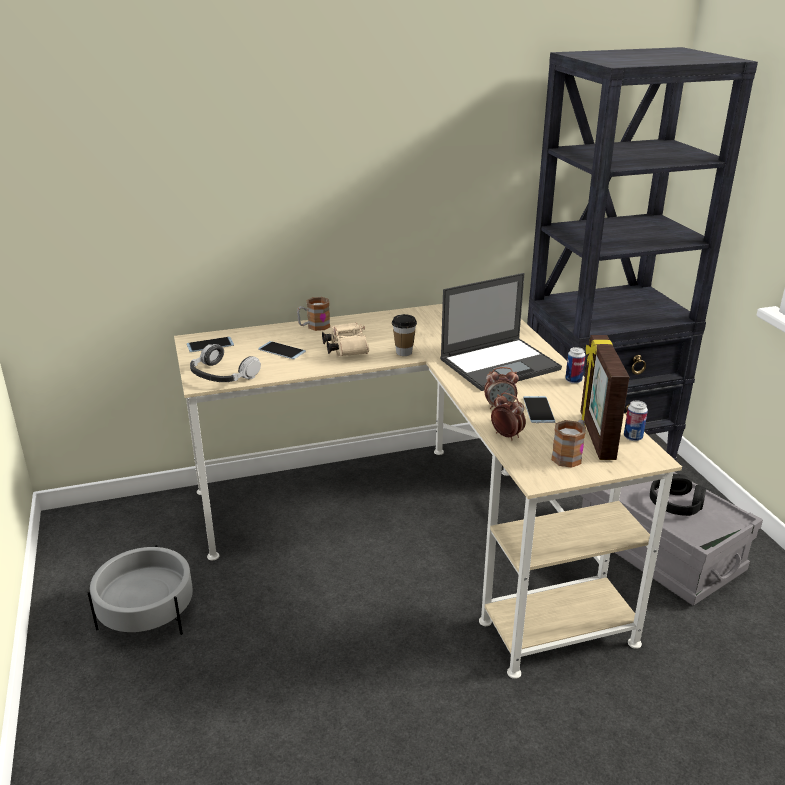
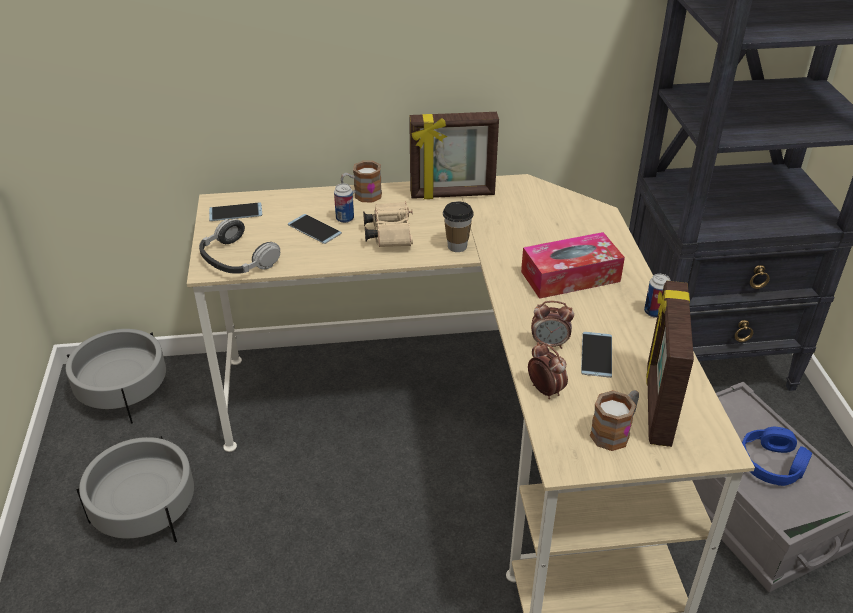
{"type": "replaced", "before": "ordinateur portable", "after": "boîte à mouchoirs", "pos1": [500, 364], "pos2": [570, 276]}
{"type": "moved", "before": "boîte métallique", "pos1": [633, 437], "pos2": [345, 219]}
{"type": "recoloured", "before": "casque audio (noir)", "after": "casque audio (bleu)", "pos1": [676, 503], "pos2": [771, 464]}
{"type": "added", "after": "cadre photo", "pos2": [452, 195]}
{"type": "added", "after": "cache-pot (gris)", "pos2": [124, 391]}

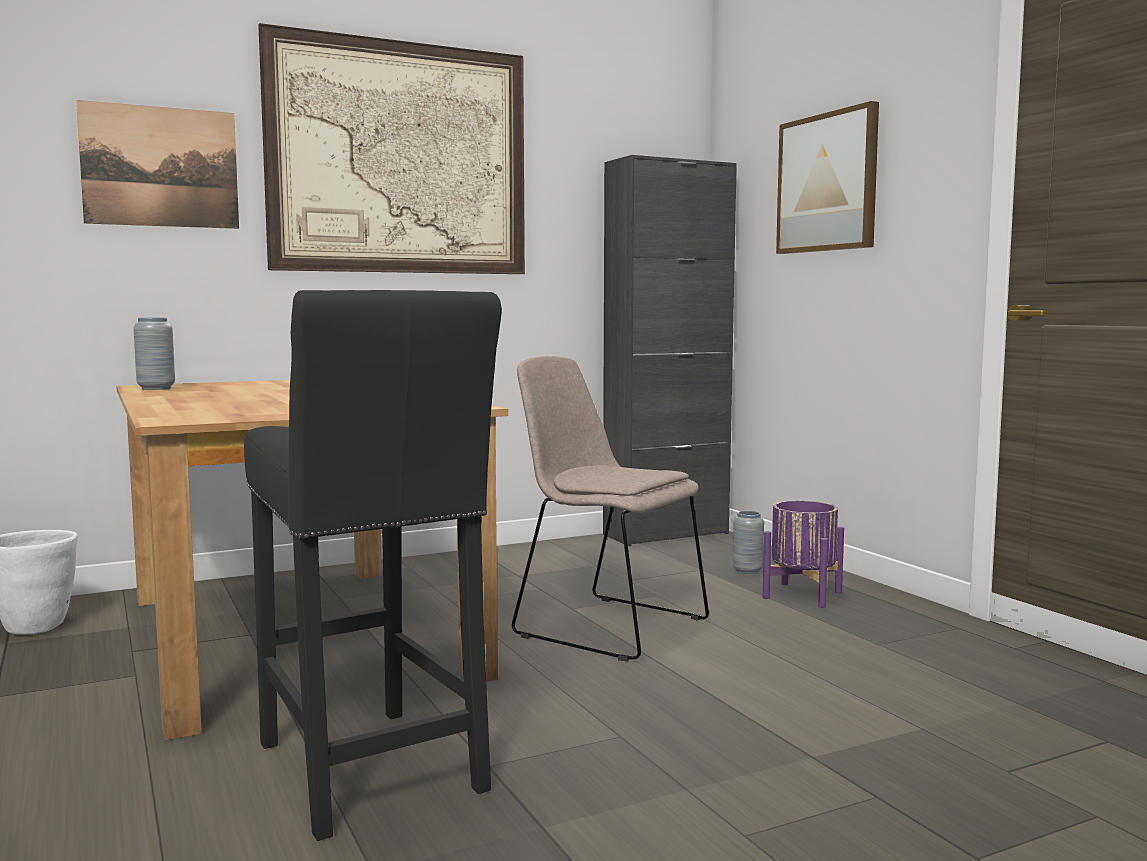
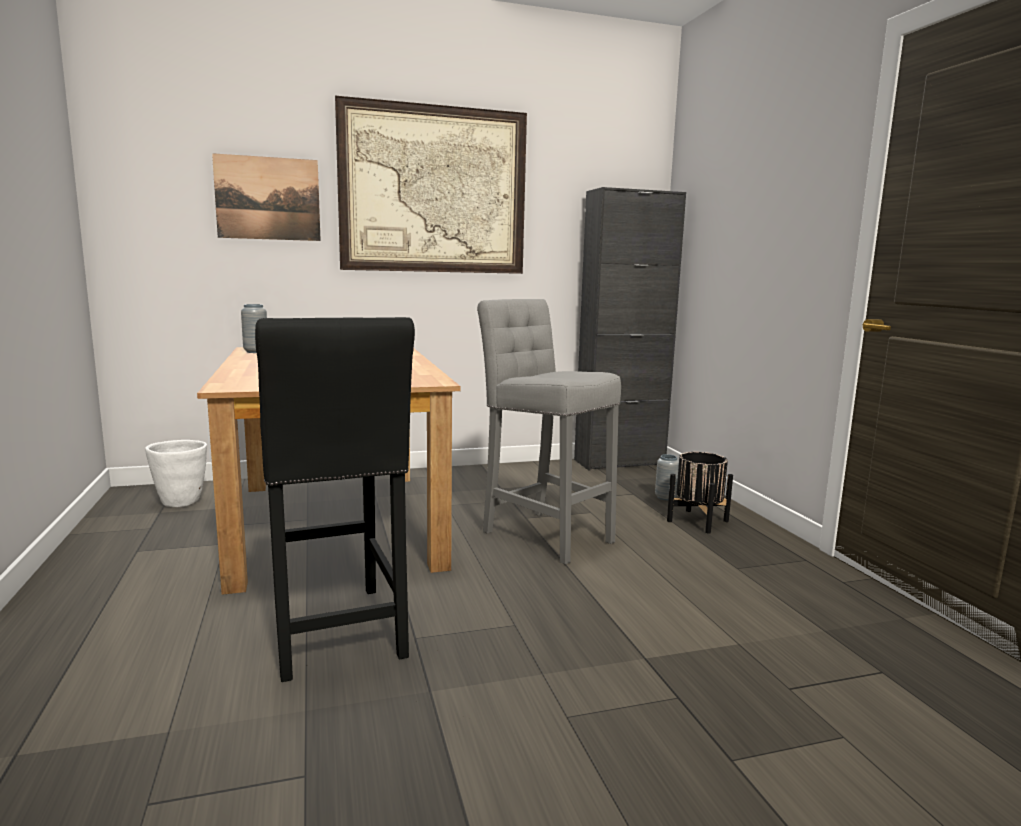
{"type": "removed", "before": "tableau", "pos1": [828, 183]}
{"type": "replaced", "before": "chaise (beige)", "after": "tabouret (gris)", "pos1": [605, 626], "pos2": [543, 534]}
{"type": "recoloured", "before": "cache-pot (violet)", "after": "cache-pot (noir)", "pos1": [802, 595], "pos2": [697, 521]}

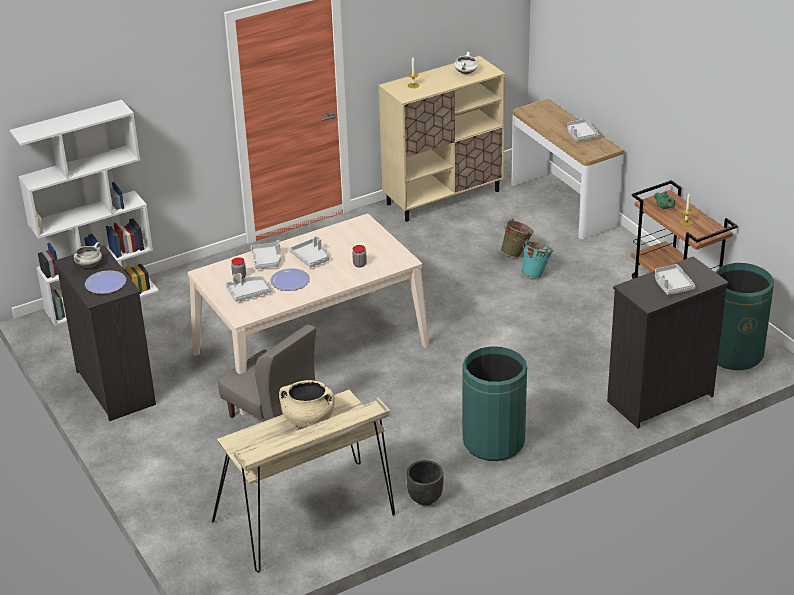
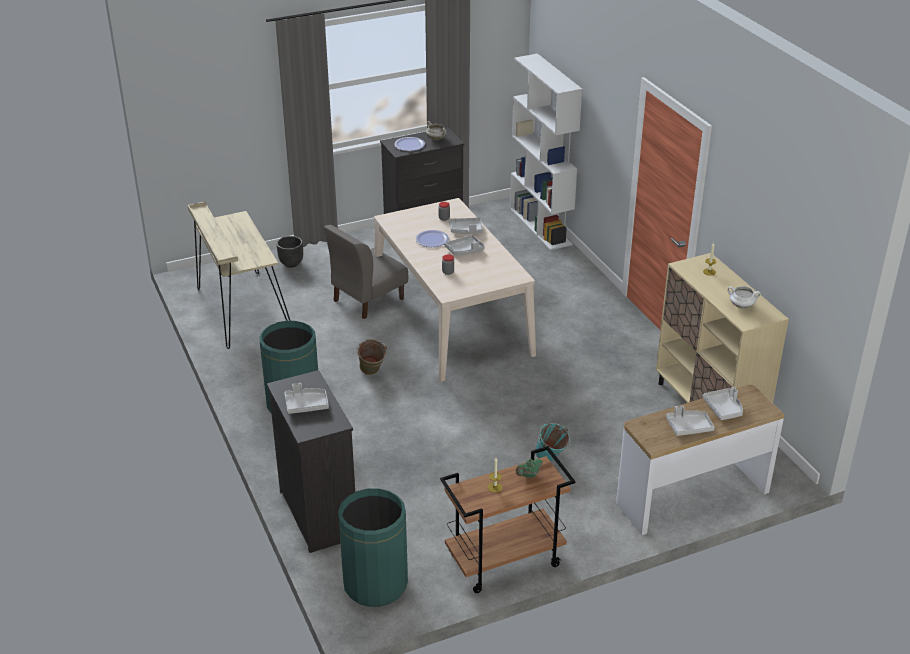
{"type": "moved", "before": "seau (vert)", "pos1": [517, 253], "pos2": [372, 373]}
{"type": "moved", "before": "plateau (gris)", "pos1": [248, 292], "pos2": [724, 408]}
{"type": "removed", "before": "marmite (beige)", "pos1": [308, 420]}
{"type": "moved", "before": "cache-pot (noir)", "pos1": [425, 499], "pos2": [291, 263]}

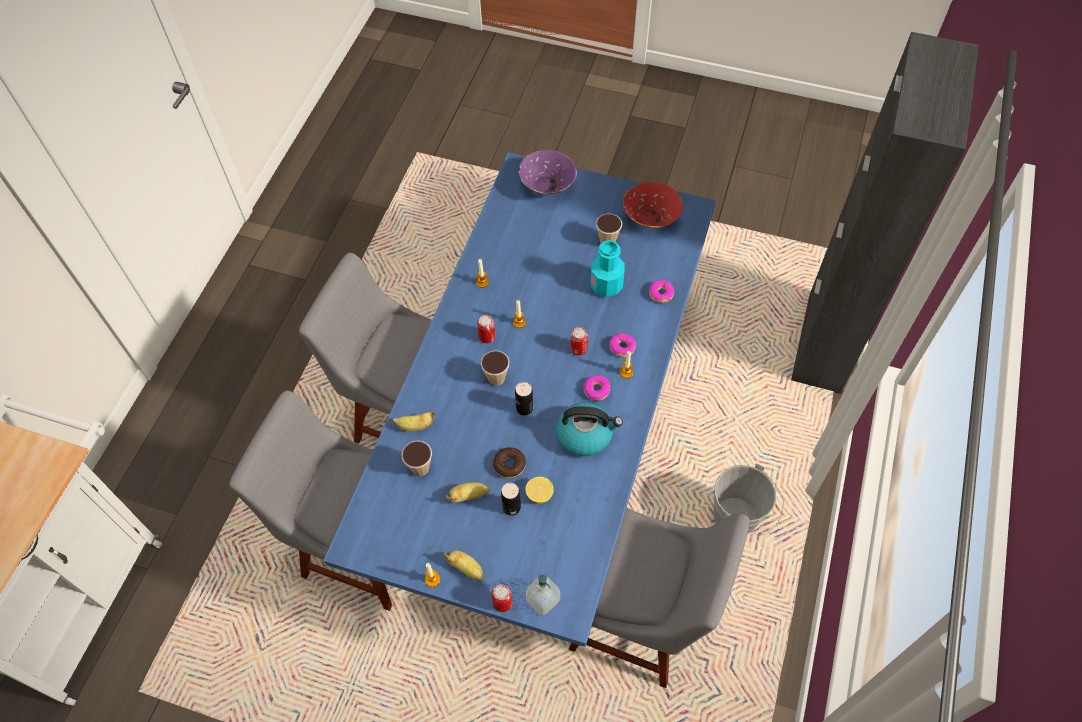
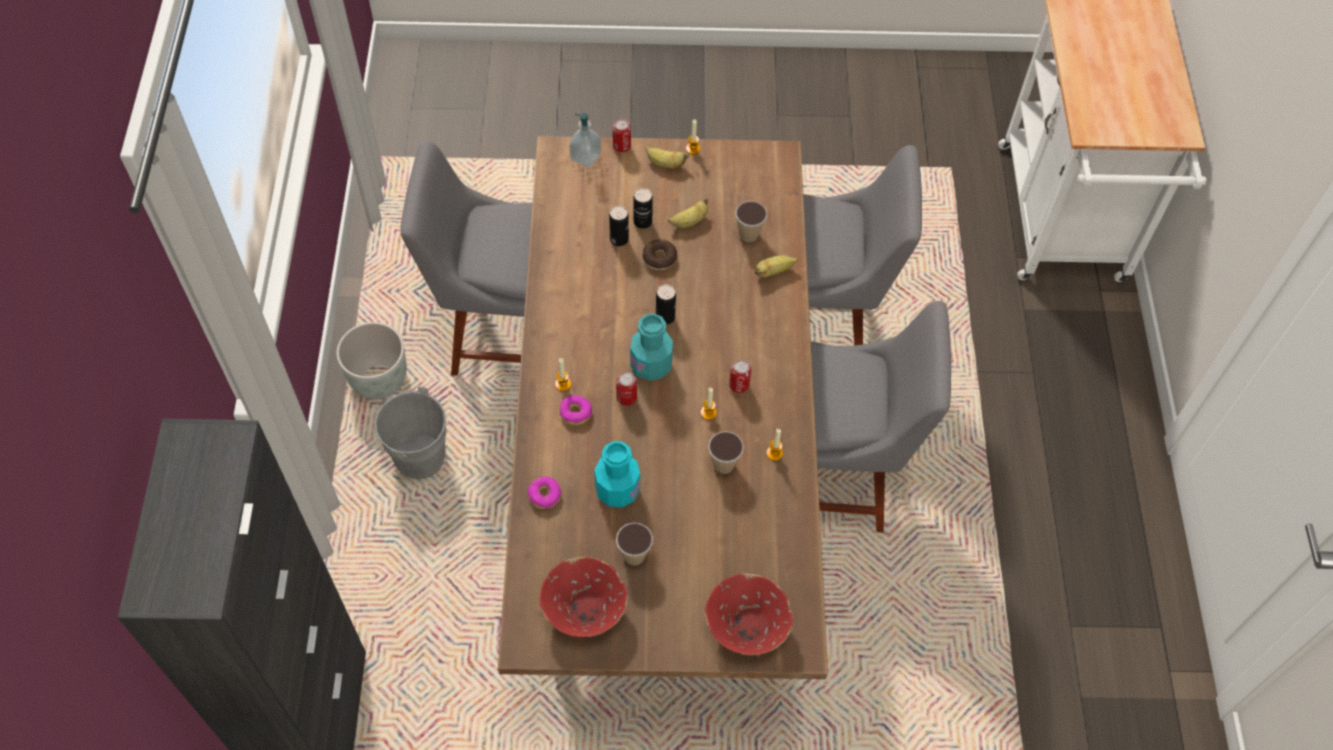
{"type": "recoloured", "before": "bol (violet)", "after": "bol (rouge)", "pos1": [547, 186], "pos2": [747, 626]}
{"type": "recoloured", "before": "table à manger (bleu)", "after": "table à manger (marron)", "pos1": [543, 449], "pos2": [661, 479]}
{"type": "moved", "before": "tasse", "pos1": [496, 378], "pos2": [724, 464]}
{"type": "removed", "before": "beignet", "pos1": [596, 390]}
{"type": "removed", "before": "bouilloire", "pos1": [585, 434]}
{"type": "replaced", "before": "citron", "after": "boîte métallique", "pos1": [539, 494], "pos2": [619, 239]}
{"type": "added", "after": "bouteille (turquoise)", "pos2": [651, 365]}
{"type": "added", "after": "cache-pot (gris)", "pos2": [379, 380]}

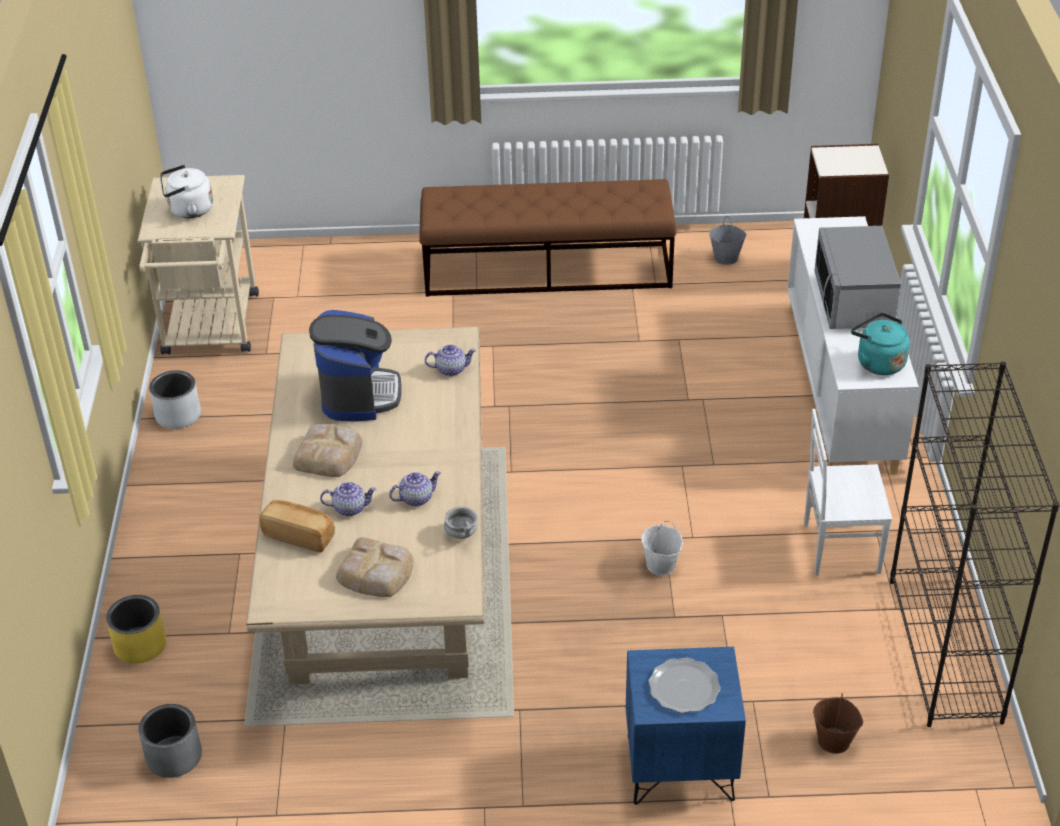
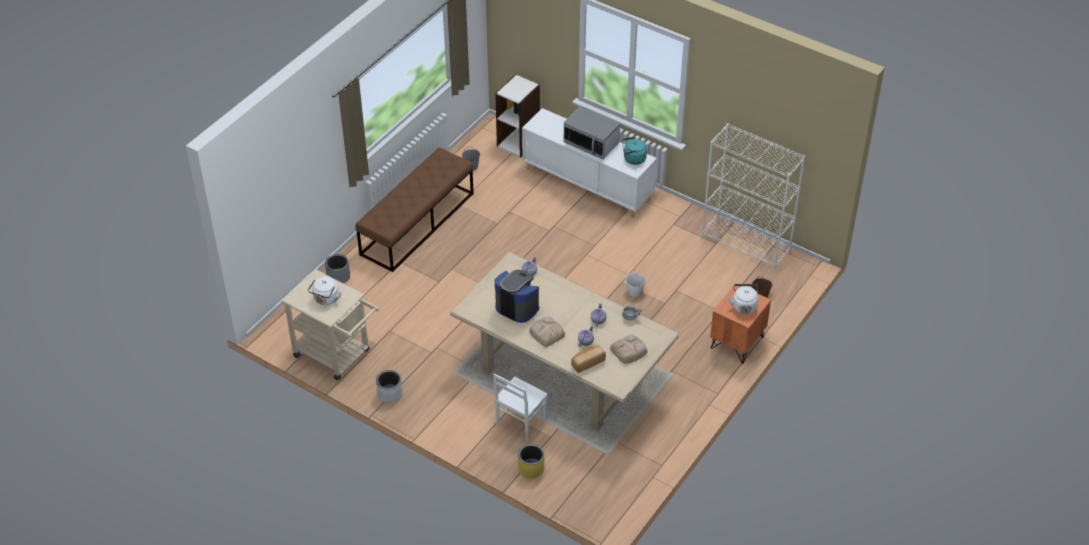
{"type": "recoloured", "before": "bibliothèque (noir)", "after": "bibliothèque (blanc)", "pos1": [945, 650], "pos2": [746, 243]}
{"type": "moved", "before": "chaise (blanc)", "pos1": [839, 547], "pos2": [520, 422]}
{"type": "recoloured", "before": "table de chevet (bleu)", "after": "table de chevet (orange)", "pos1": [680, 769], "pos2": [737, 343]}
{"type": "replaced", "before": "assiette", "after": "bouilloire (blanc)", "pos1": [684, 688], "pos2": [743, 306]}
{"type": "moved", "before": "cache-pot (gris)", "pos1": [173, 757], "pos2": [338, 277]}

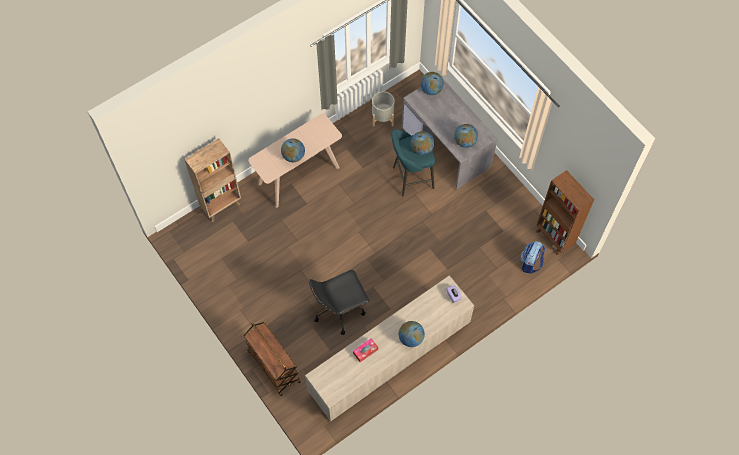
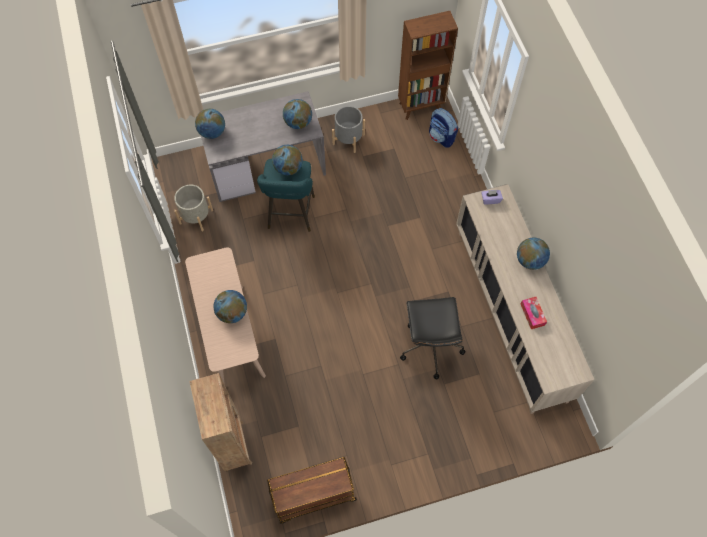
{"type": "moved", "before": "chariot (marron)", "pos1": [273, 366], "pos2": [313, 497]}
{"type": "added", "after": "cache-pot (gris)", "pos2": [348, 139]}

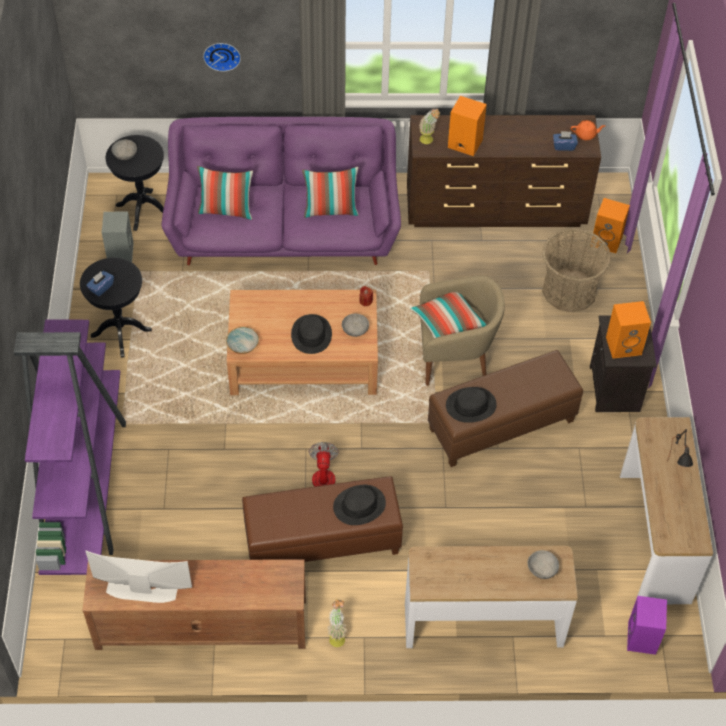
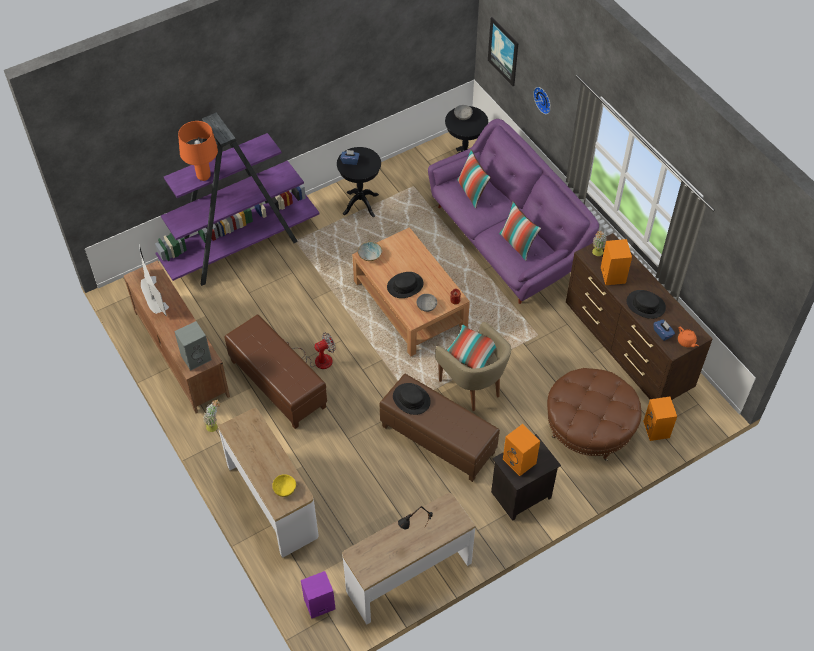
{"type": "moved", "before": "enceinte (gris)", "pos1": [120, 252], "pos2": [196, 357]}
{"type": "replaced", "before": "panier", "after": "pouf (marron)", "pos1": [569, 290], "pos2": [589, 427]}
{"type": "moved", "before": "chapeau (noir)", "pos1": [359, 505], "pos2": [645, 305]}
{"type": "recoloured", "before": "bol (gris)", "after": "bol (jaune)", "pos1": [542, 569], "pos2": [284, 489]}
{"type": "added", "after": "tableau", "pos2": [504, 51]}
{"type": "added", "after": "lampe de table (orange)", "pos2": [203, 177]}

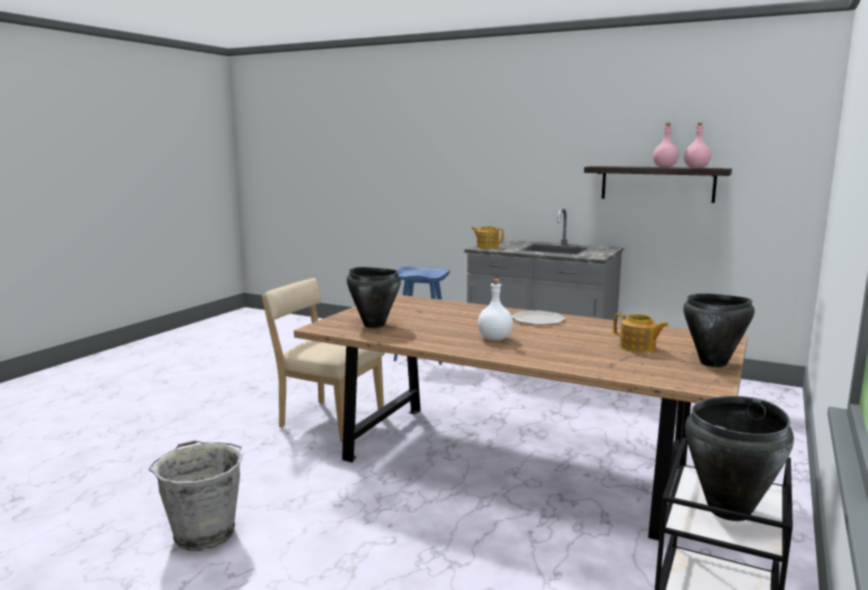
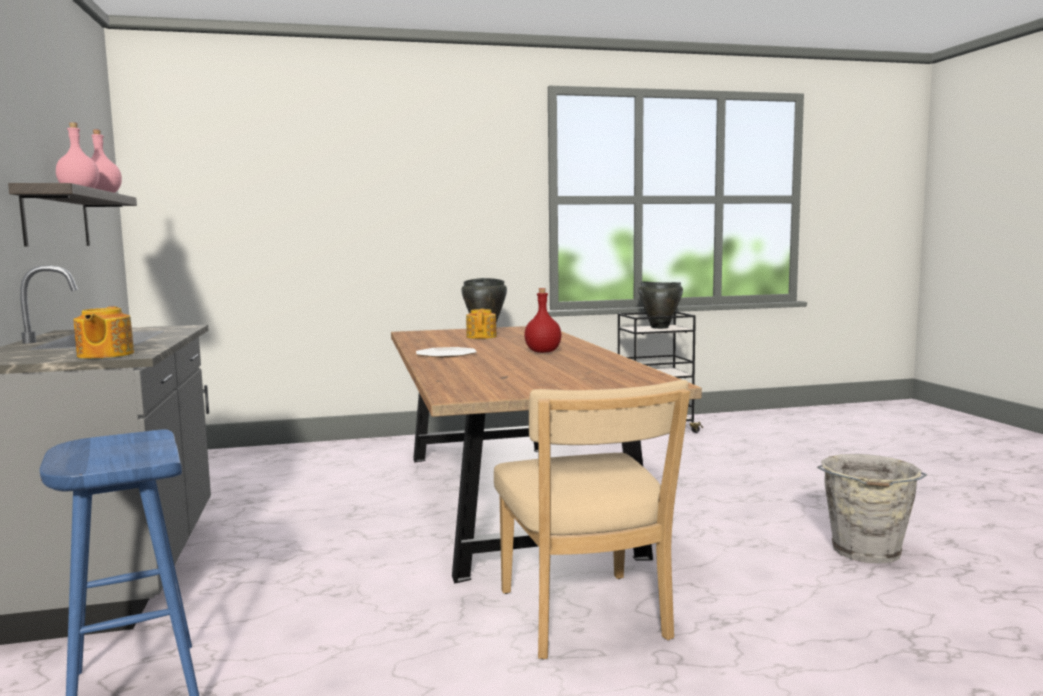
{"type": "removed", "before": "marmite (noir)", "pos1": [374, 325]}
{"type": "recoloured", "before": "bouteille (blanc)", "after": "bouteille (rouge)", "pos1": [495, 338], "pos2": [542, 352]}

